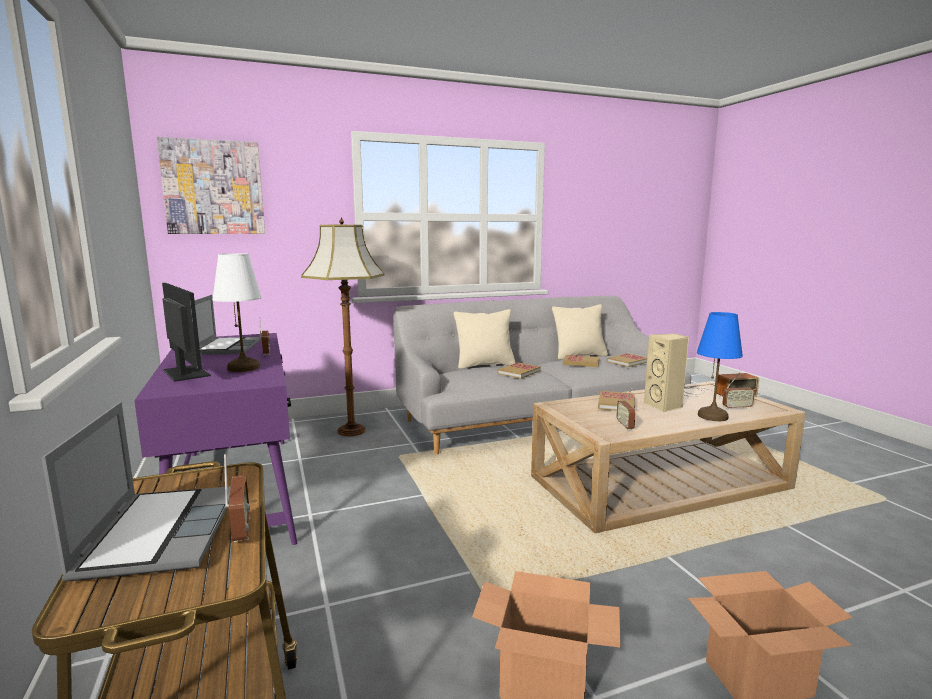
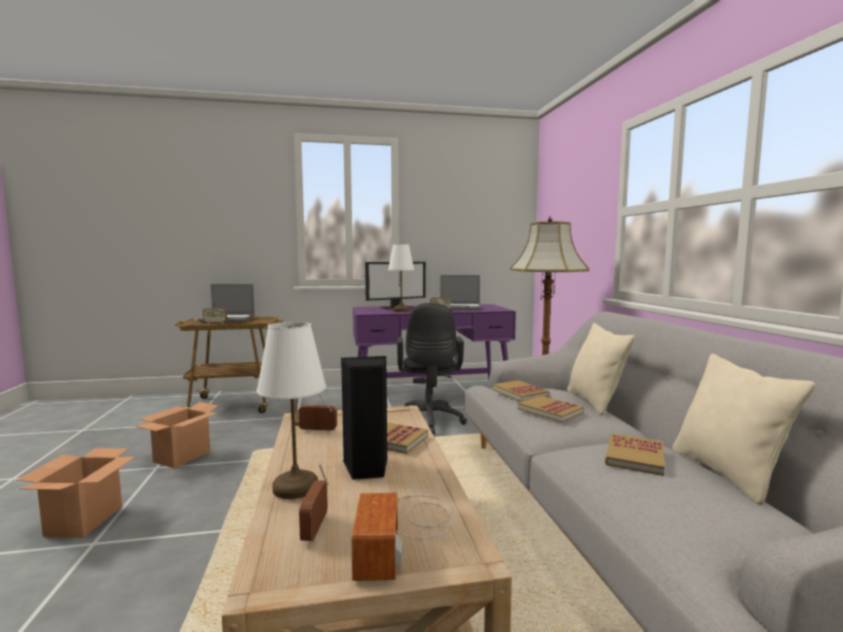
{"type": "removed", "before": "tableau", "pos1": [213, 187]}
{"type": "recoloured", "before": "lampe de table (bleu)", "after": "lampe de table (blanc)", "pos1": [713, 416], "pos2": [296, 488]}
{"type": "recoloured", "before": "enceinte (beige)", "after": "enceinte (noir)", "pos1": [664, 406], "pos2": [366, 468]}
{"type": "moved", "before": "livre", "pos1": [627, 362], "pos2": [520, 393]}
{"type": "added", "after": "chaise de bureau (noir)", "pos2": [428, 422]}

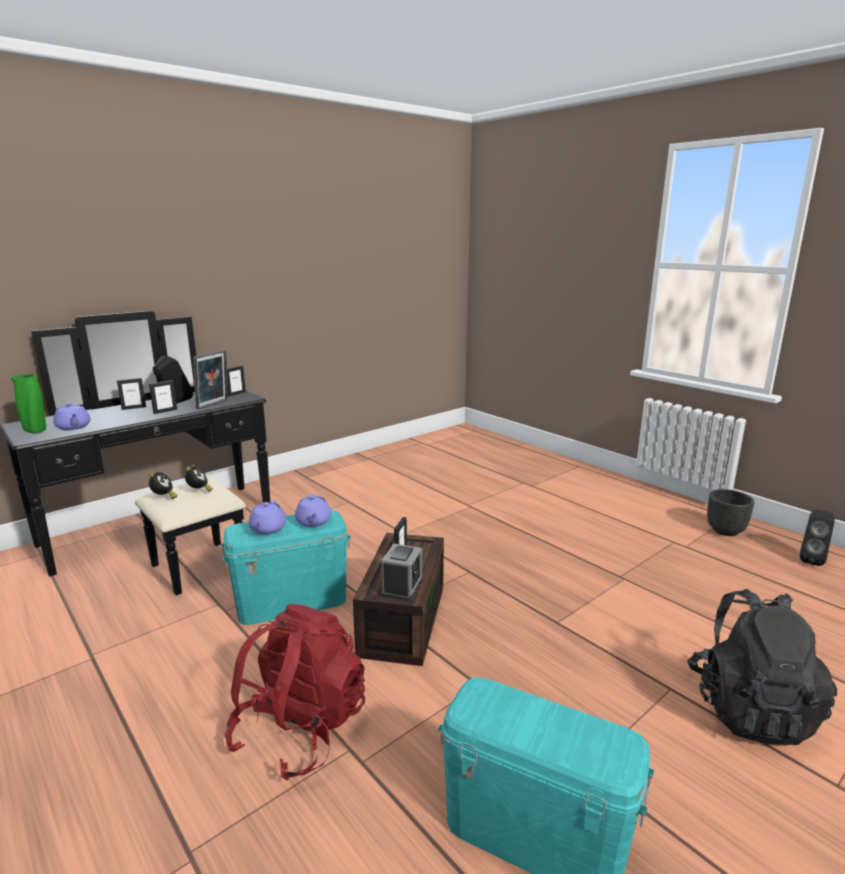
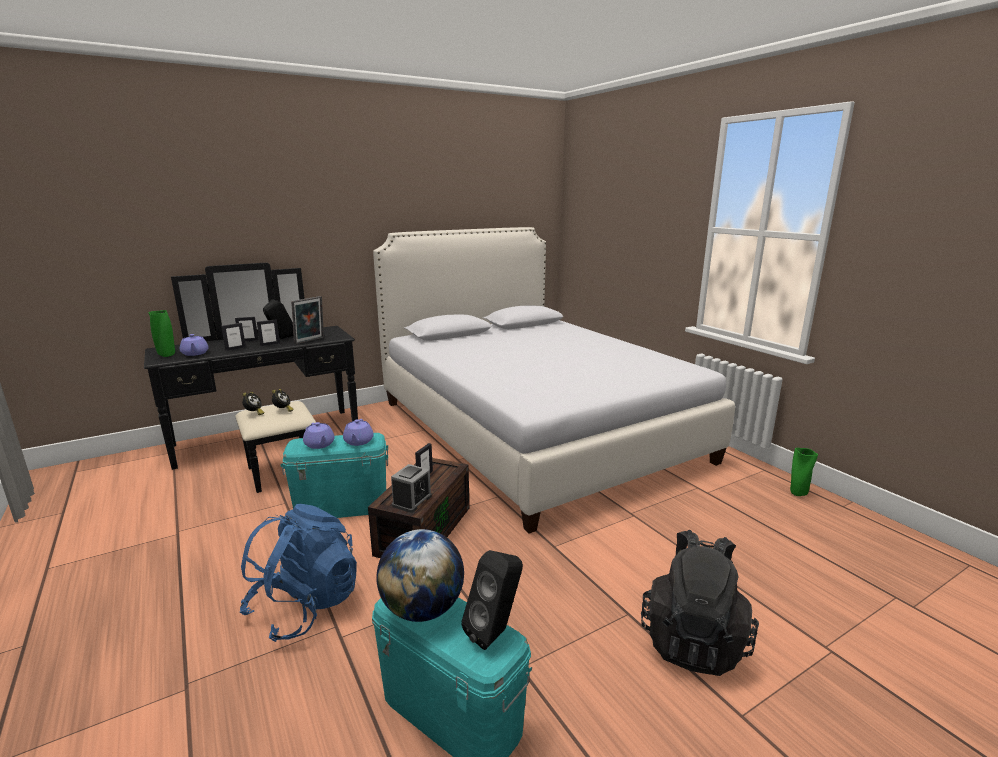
{"type": "moved", "before": "cadre photo", "pos1": [236, 394], "pos2": [235, 348]}
{"type": "removed", "before": "cache-pot (noir)", "pos1": [726, 531]}
{"type": "turned", "before": "théière (violet)", "pos1": [267, 529], "pos2": [319, 444], "turn": -45}
{"type": "moved", "before": "enceinte (noir)", "pos1": [811, 559], "pos2": [495, 632]}
{"type": "recoloured", "before": "sac à dos (rouge)", "after": "sac à dos (bleu)", "pos1": [300, 729], "pos2": [305, 606]}
{"type": "added", "after": "lit (blanc)", "pos2": [533, 429]}
{"type": "added", "after": "vase (vert)", "pos2": [797, 493]}
{"type": "added", "after": "globe", "pos2": [422, 609]}

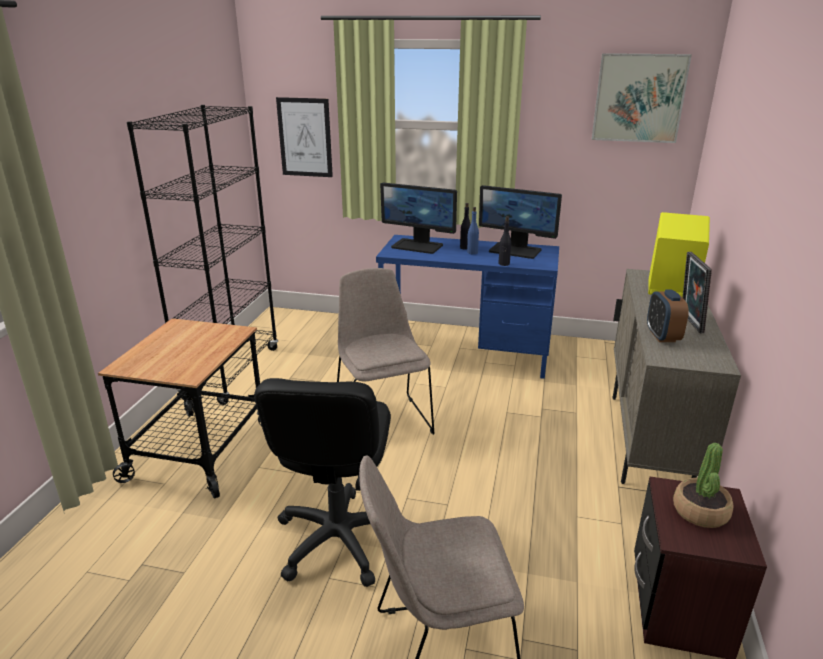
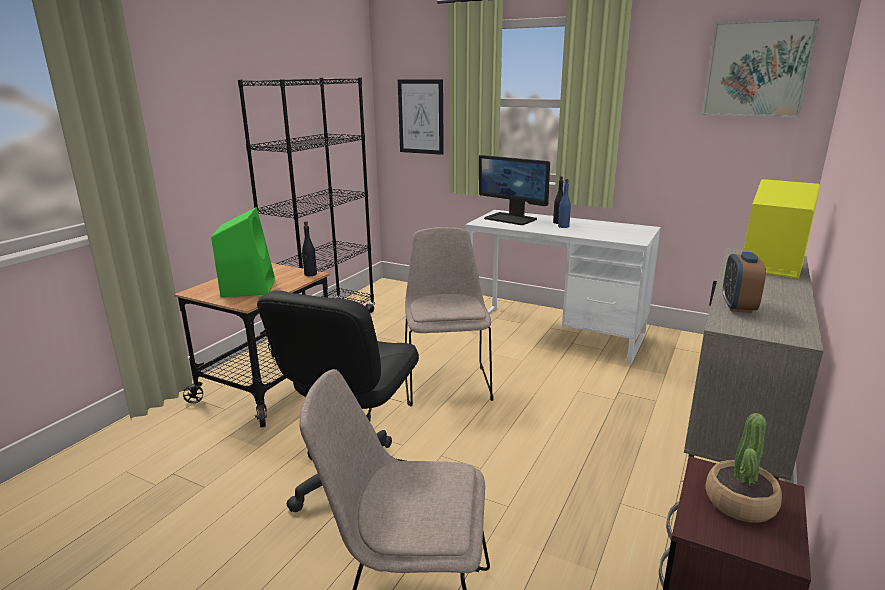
{"type": "removed", "before": "écran d'ordinateur", "pos1": [516, 250]}
{"type": "moved", "before": "bouteille (noir)", "pos1": [504, 264], "pos2": [310, 274]}
{"type": "recoloured", "before": "bureau (bleu)", "after": "bureau (blanc)", "pos1": [466, 353], "pos2": [555, 333]}
{"type": "removed", "before": "cadre photo", "pos1": [688, 322]}
{"type": "added", "after": "enceinte (vert)", "pos2": [248, 287]}

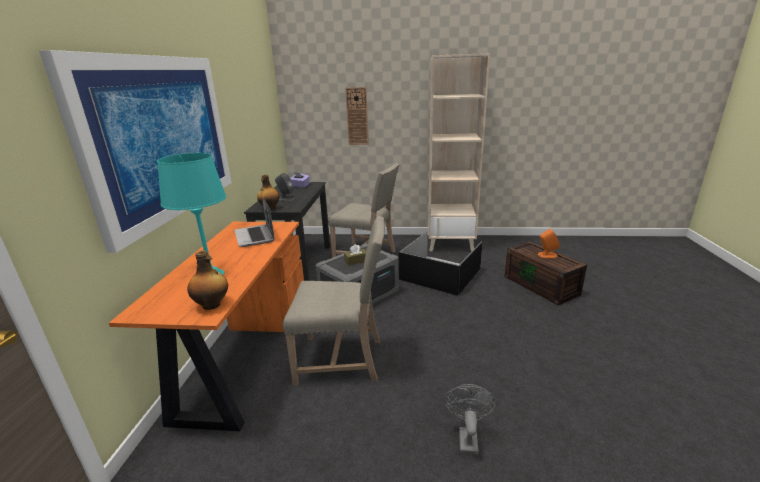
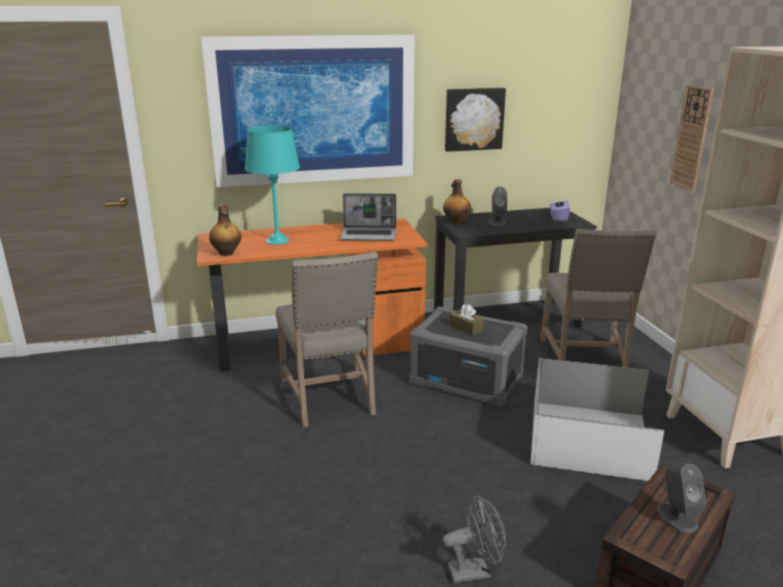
{"type": "turned", "before": "ordinateur portable", "pos1": [255, 236], "pos2": [369, 235], "turn": -135}
{"type": "recoloured", "before": "enceinte (orange)", "after": "enceinte (gris)", "pos1": [547, 255], "pos2": [676, 517]}
{"type": "recoloured", "before": "boîte de rangement (noir)", "after": "boîte de rangement (blanc)", "pos1": [441, 274], "pos2": [589, 439]}
{"type": "moved", "before": "ventilateur (gris)", "pos1": [467, 436], "pos2": [475, 571]}
{"type": "added", "after": "tableau", "pos2": [473, 119]}

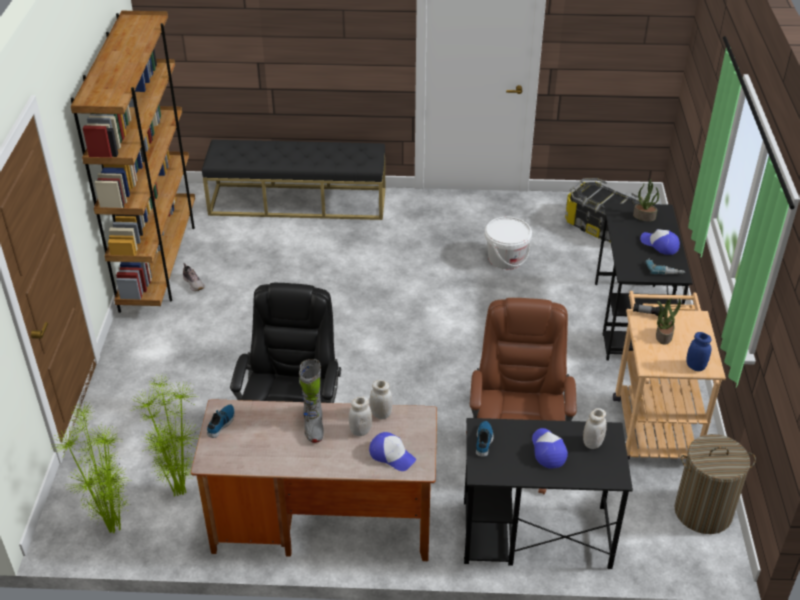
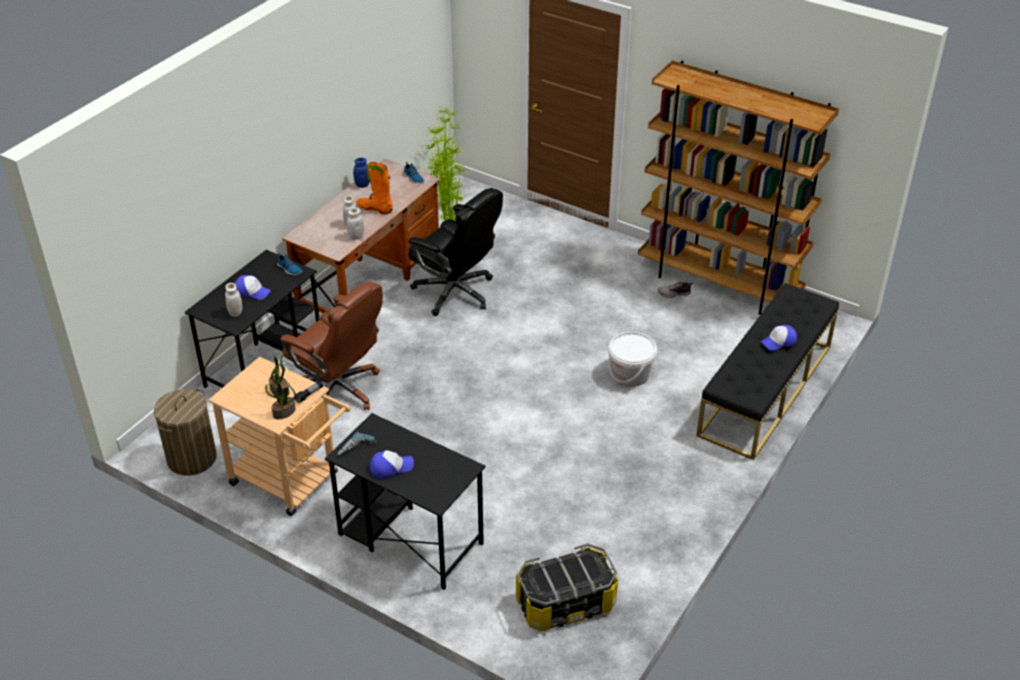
{"type": "moved", "before": "plante en pot", "pos1": [644, 216], "pos2": [284, 413]}
{"type": "moved", "before": "seau (blanc)", "pos1": [506, 258], "pos2": [630, 375]}
{"type": "moved", "before": "bocal (bleu)", "pos1": [695, 366], "pos2": [362, 185]}
{"type": "recoloured", "before": "botte (gris)", "after": "botte (orange)", "pos1": [313, 425], "pos2": [375, 208]}
{"type": "moved", "before": "casquette", "pos1": [392, 455], "pos2": [779, 341]}

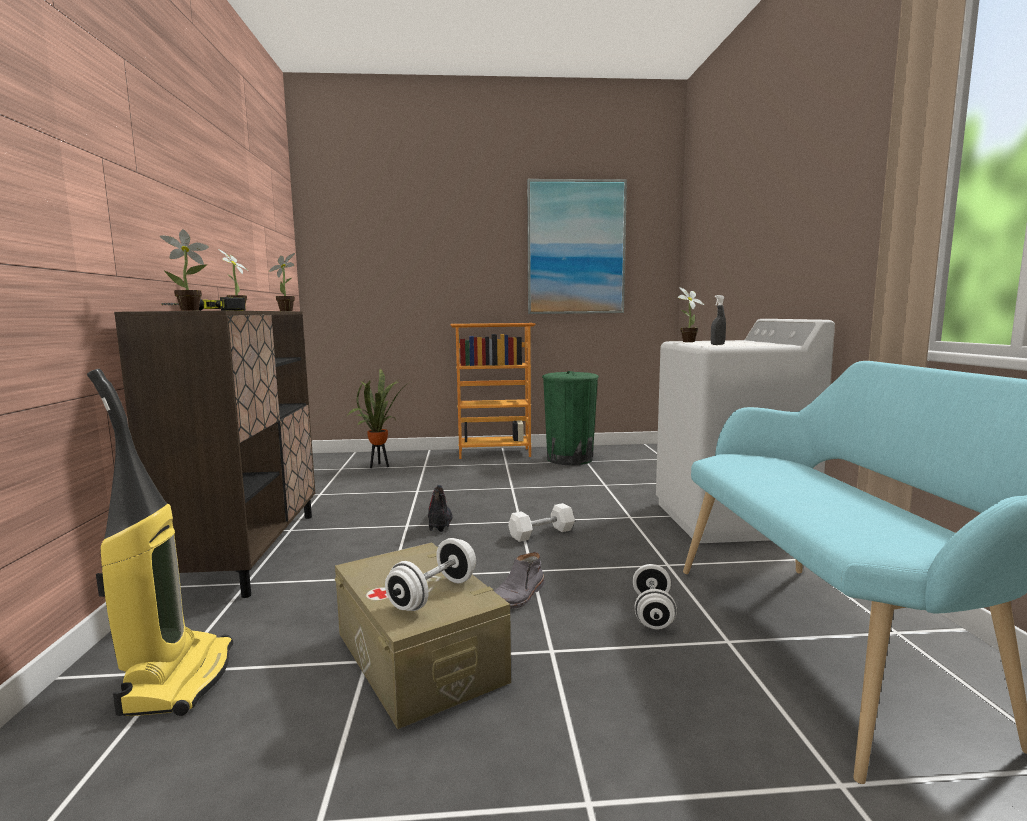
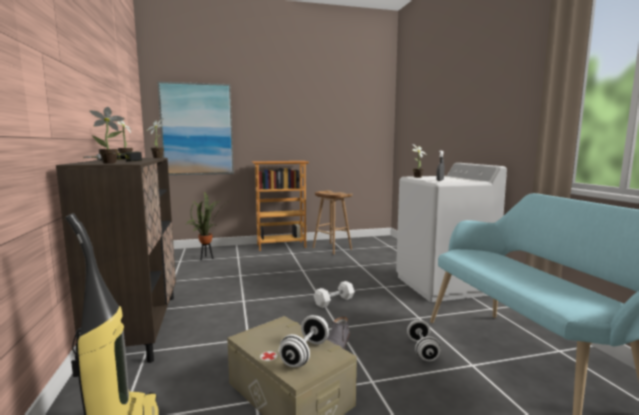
{"type": "moved", "before": "tableau", "pos1": [576, 248], "pos2": [197, 129]}
{"type": "replaced", "before": "poubelle (vert)", "after": "tabouret (marron)", "pos1": [569, 459], "pos2": [331, 248]}
{"type": "removed", "before": "botte", "pos1": [439, 522]}

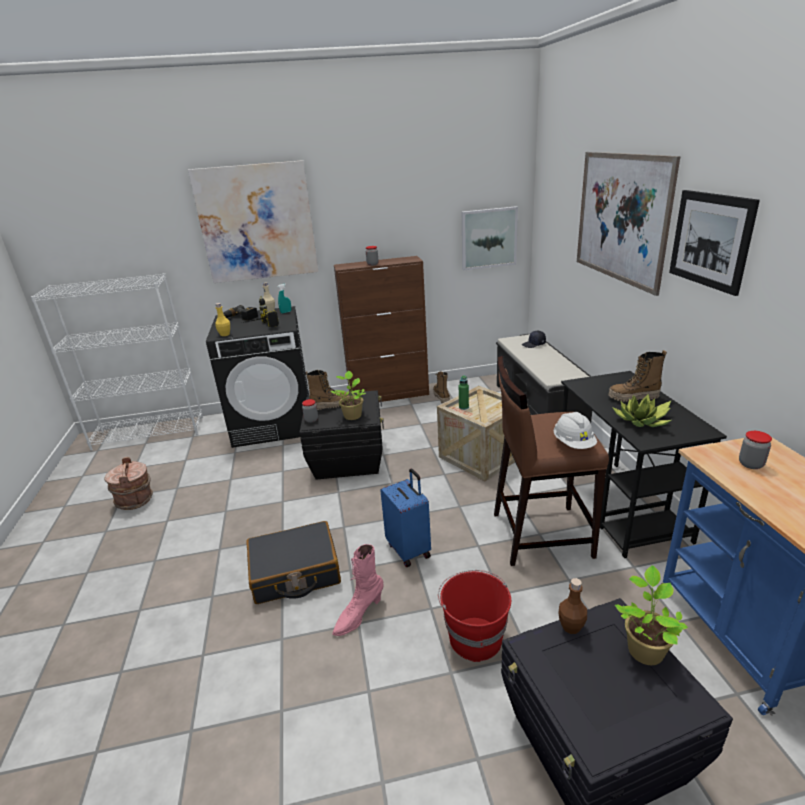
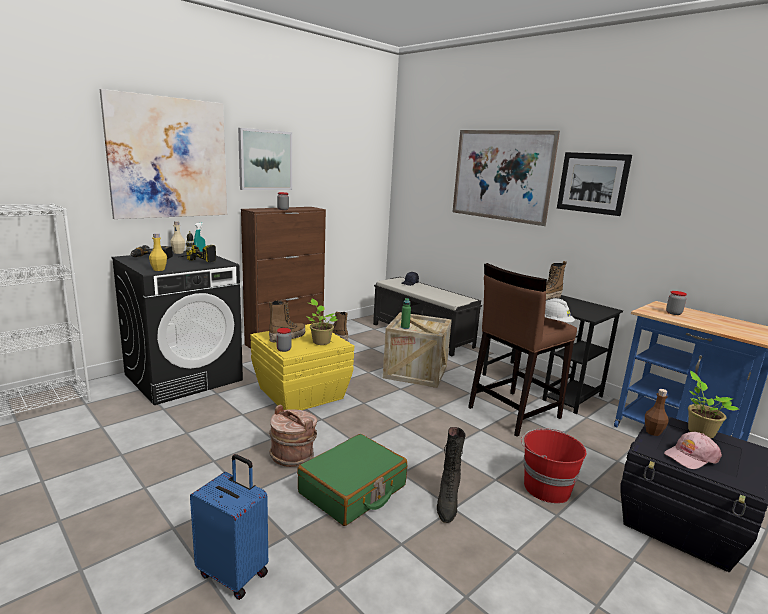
{"type": "moved", "before": "tableau", "pos1": [488, 238], "pos2": [265, 160]}
{"type": "recoloured", "before": "boîte de rangement (noir)", "after": "boîte de rangement (jaune)", "pos1": [348, 459], "pos2": [301, 393]}
{"type": "removed", "before": "plante en pot", "pos1": [642, 421]}
{"type": "moved", "before": "seau (marron)", "pos1": [135, 500], "pos2": [293, 456]}
{"type": "moved", "before": "valise (bleu)", "pos1": [409, 550], "pos2": [234, 573]}
{"type": "recoloured", "before": "valise (noir)", "after": "valise (vert)", "pos1": [295, 572], "pos2": [353, 490]}
{"type": "recoloured", "before": "botte (rose)", "after": "botte (noir)", "pos1": [359, 615], "pos2": [447, 503]}
{"type": "added", "after": "casquette (rose)", "pos2": [690, 457]}

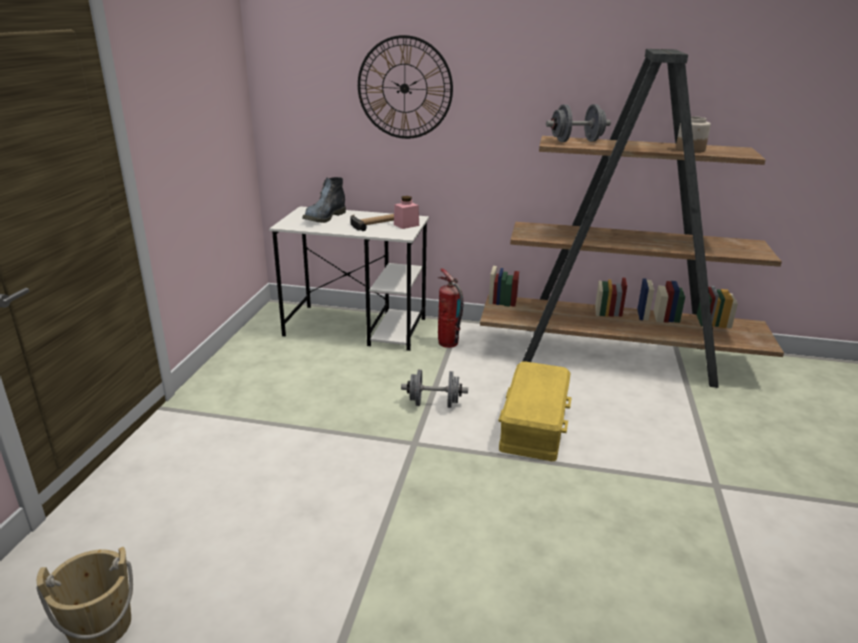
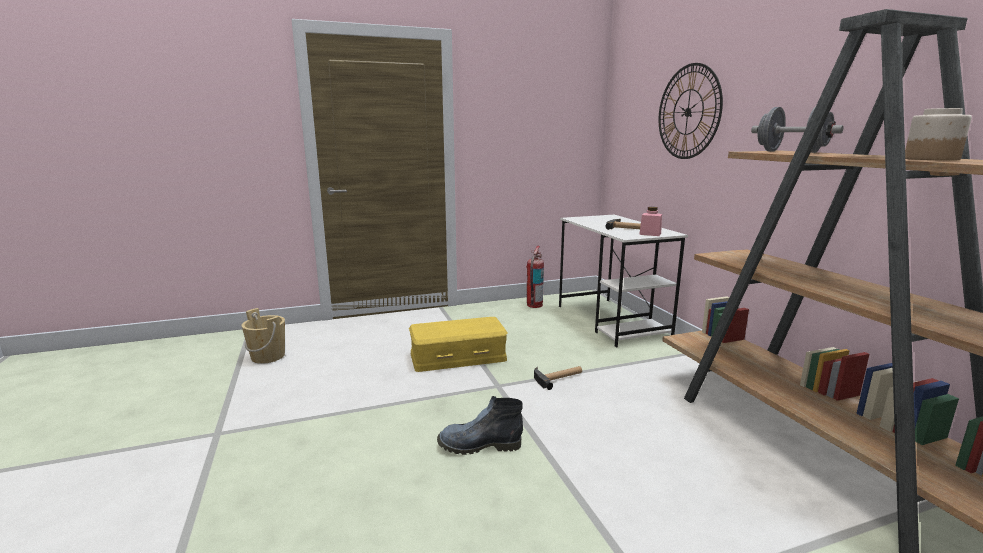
{"type": "moved", "before": "botte", "pos1": [324, 218], "pos2": [478, 445]}
{"type": "moved", "before": "extincteur", "pos1": [448, 343], "pos2": [534, 305]}
{"type": "moved", "before": "boîte de rangement (jaune)", "pos1": [533, 423], "pos2": [458, 356]}
{"type": "replaced", "before": "haltère (gris)", "after": "marteau", "pos1": [434, 403], "pos2": [559, 378]}

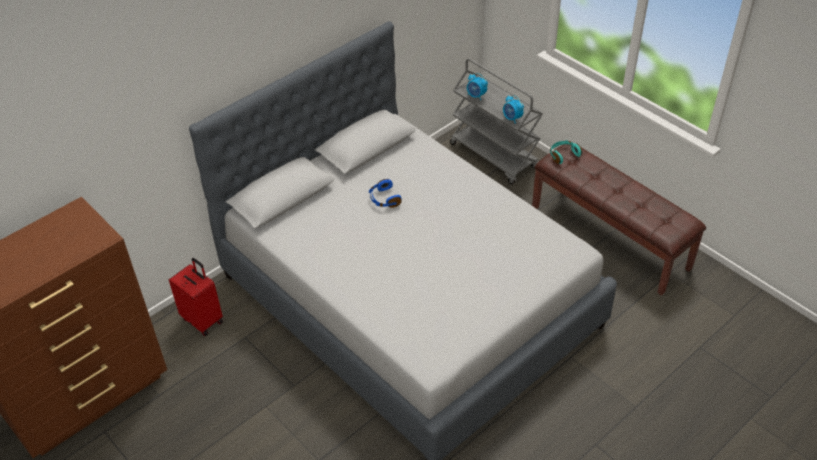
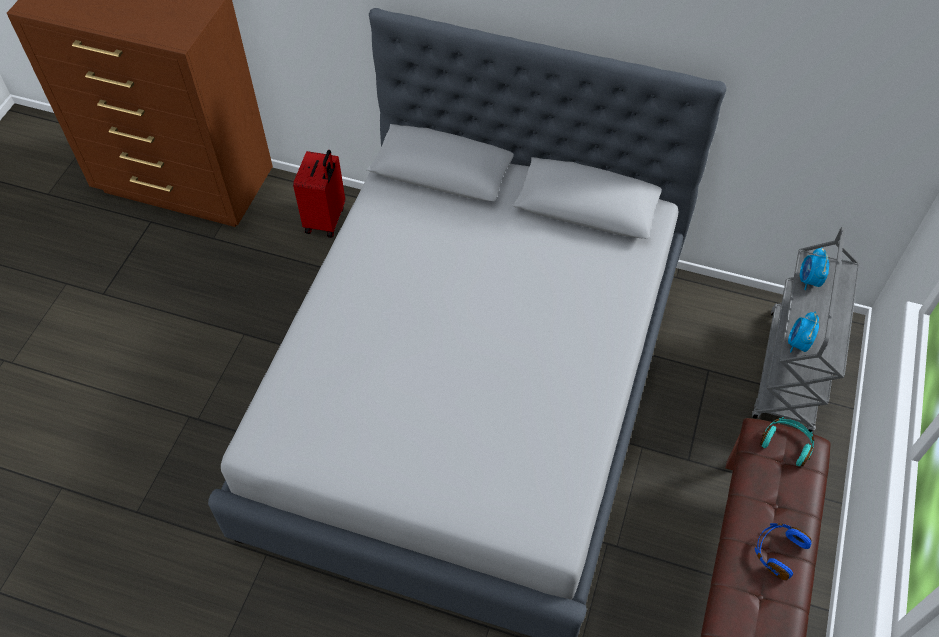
{"type": "moved", "before": "casque audio (bleu)", "pos1": [384, 199], "pos2": [777, 552]}

